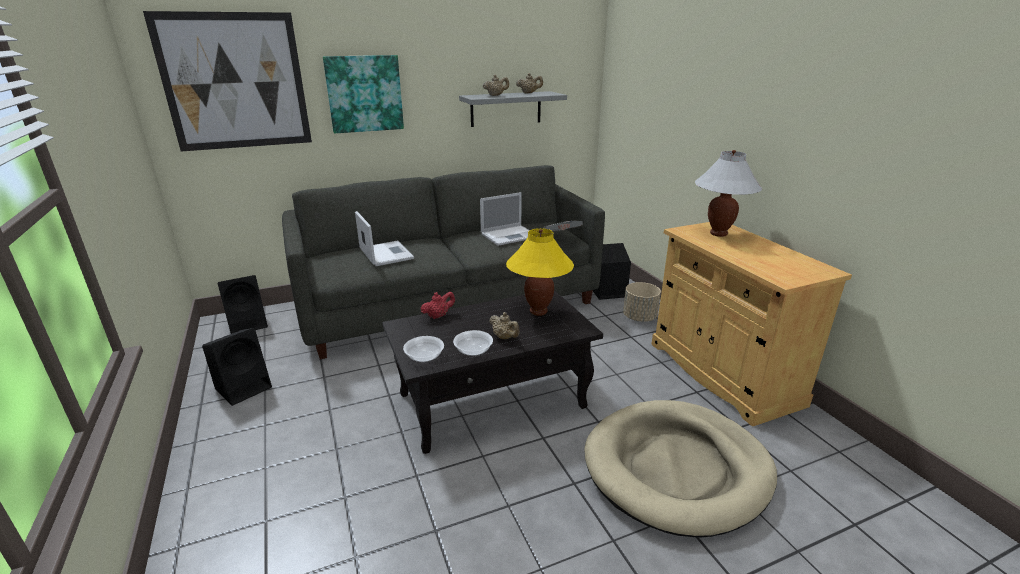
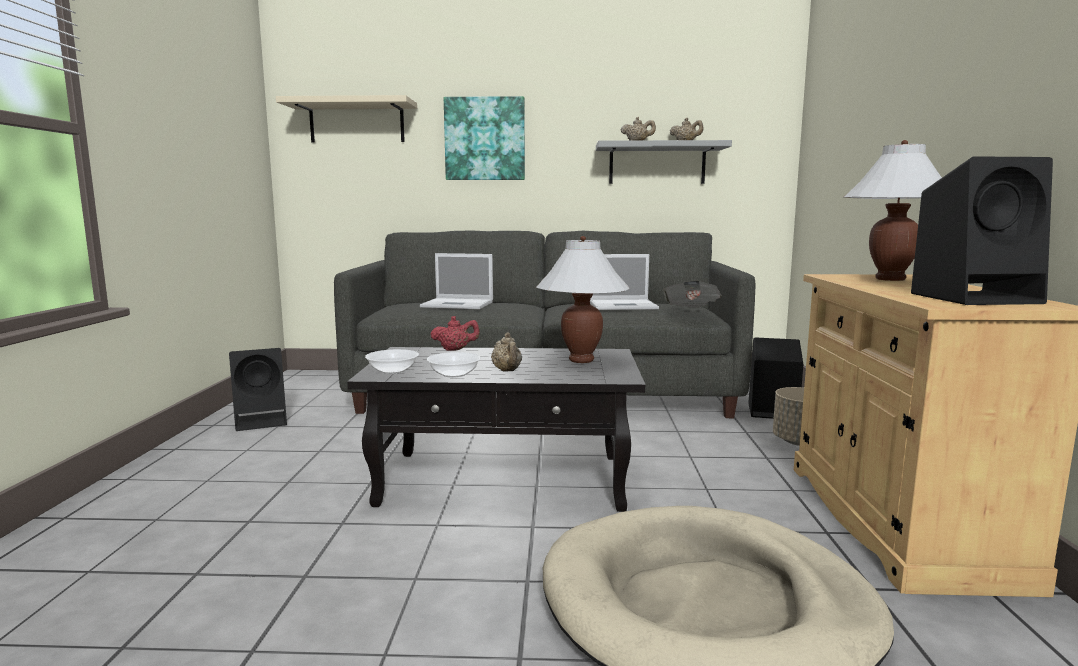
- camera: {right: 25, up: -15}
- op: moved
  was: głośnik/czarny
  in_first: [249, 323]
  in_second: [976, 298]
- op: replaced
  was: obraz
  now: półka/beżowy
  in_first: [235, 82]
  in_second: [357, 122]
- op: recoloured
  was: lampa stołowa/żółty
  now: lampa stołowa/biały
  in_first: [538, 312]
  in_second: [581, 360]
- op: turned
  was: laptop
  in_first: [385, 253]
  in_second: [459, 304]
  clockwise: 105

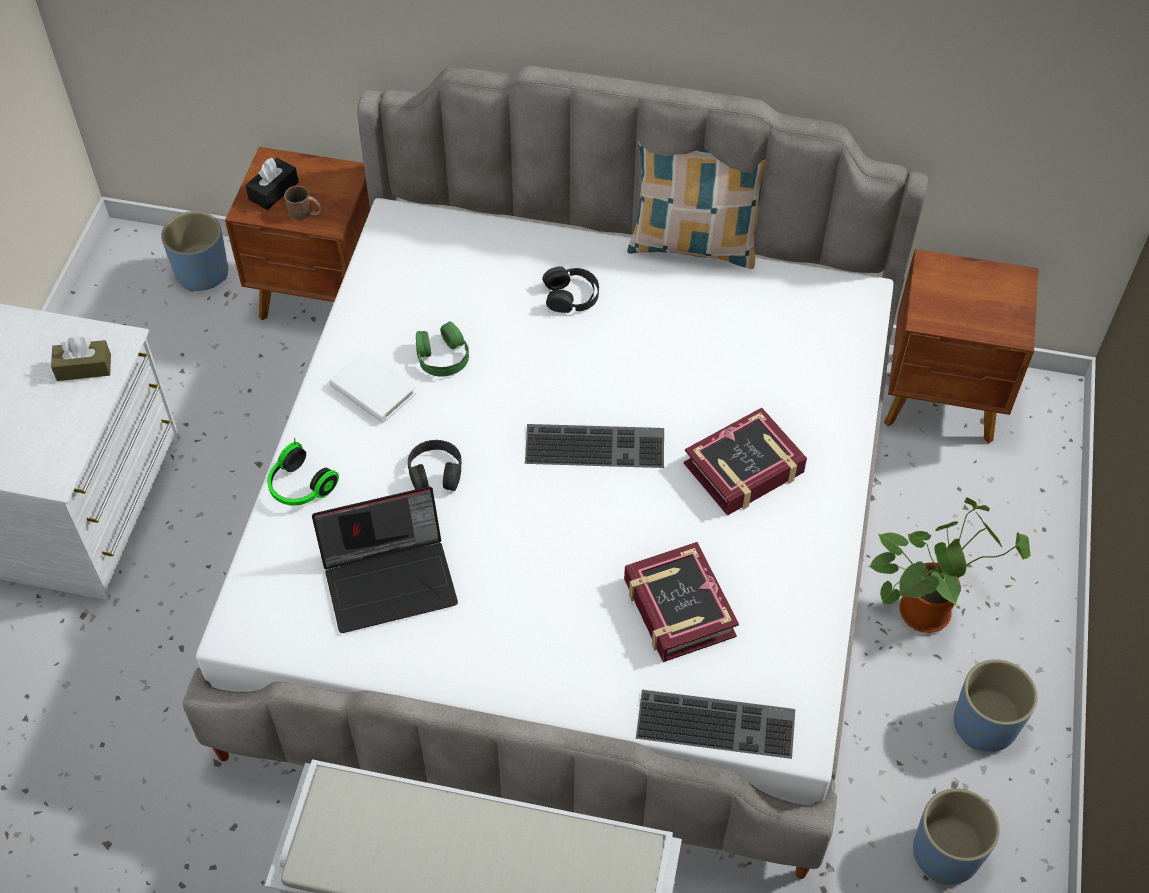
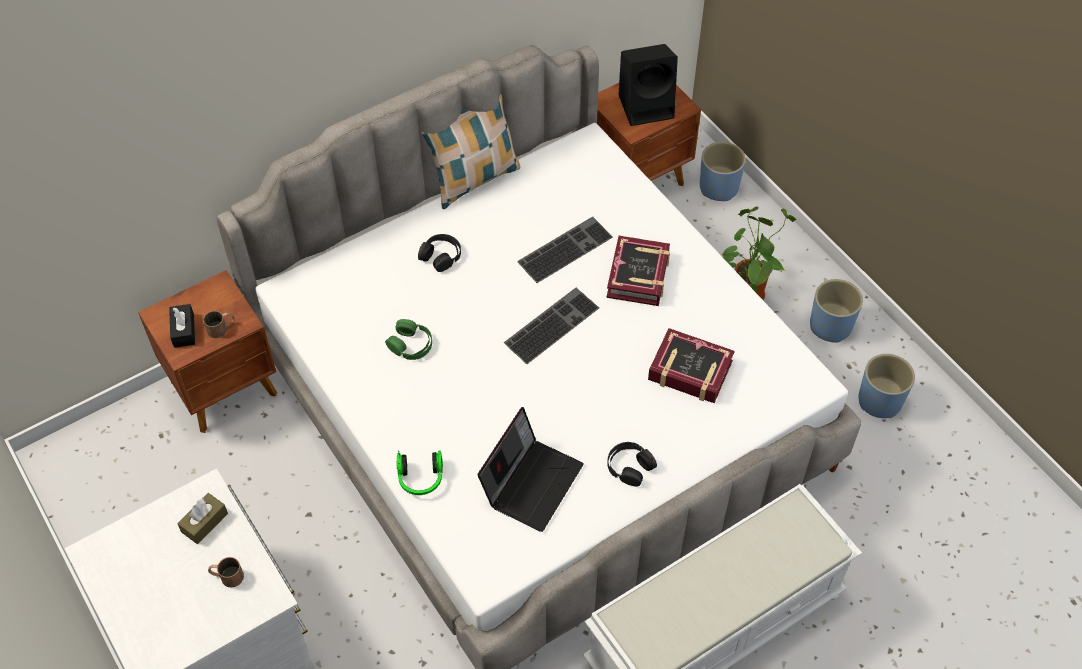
- camera: {right: -45, up: 0}
- op: removed
  was: książka/biały
  in_first: [373, 390]
- op: added
  now: kubek/brązowy
  in_second: [226, 576]
- op: added
  now: głośnik/czarny
  in_second: [647, 106]
- op: moved
  was: donica/niebieski
  in_first: [202, 272]
  in_second: [718, 187]
- op: moved
  was: słuchawki/czarny
  in_first: [435, 472]
  in_second: [629, 466]
- op: moved
  was: klawiatura
  in_first: [717, 722]
  in_second: [565, 248]

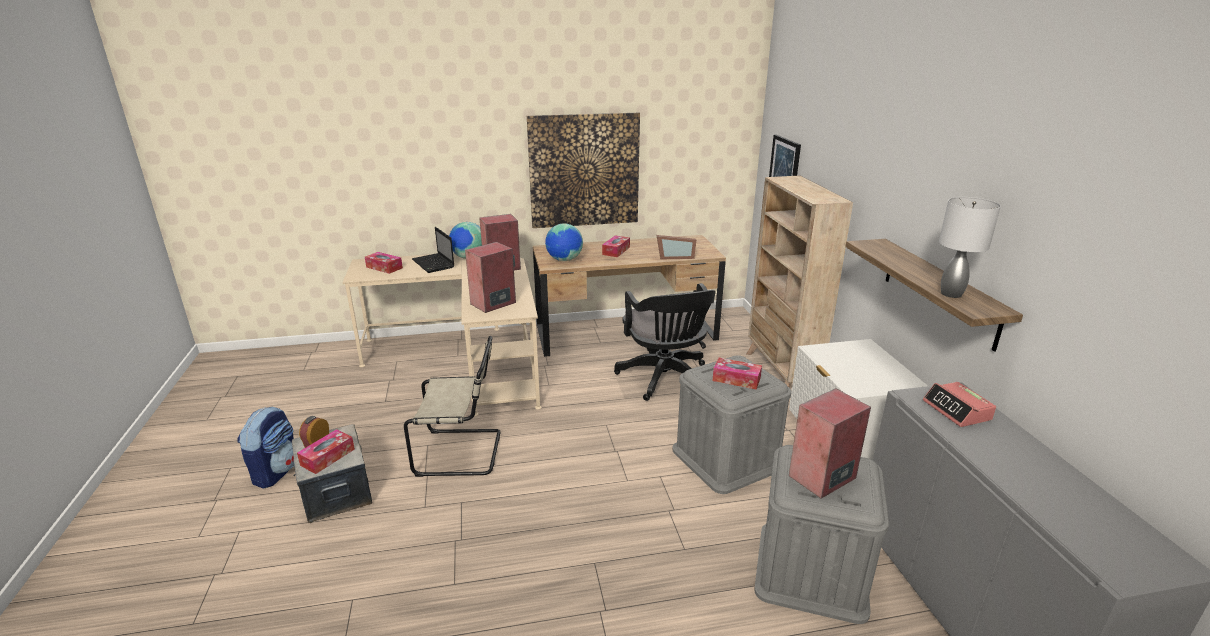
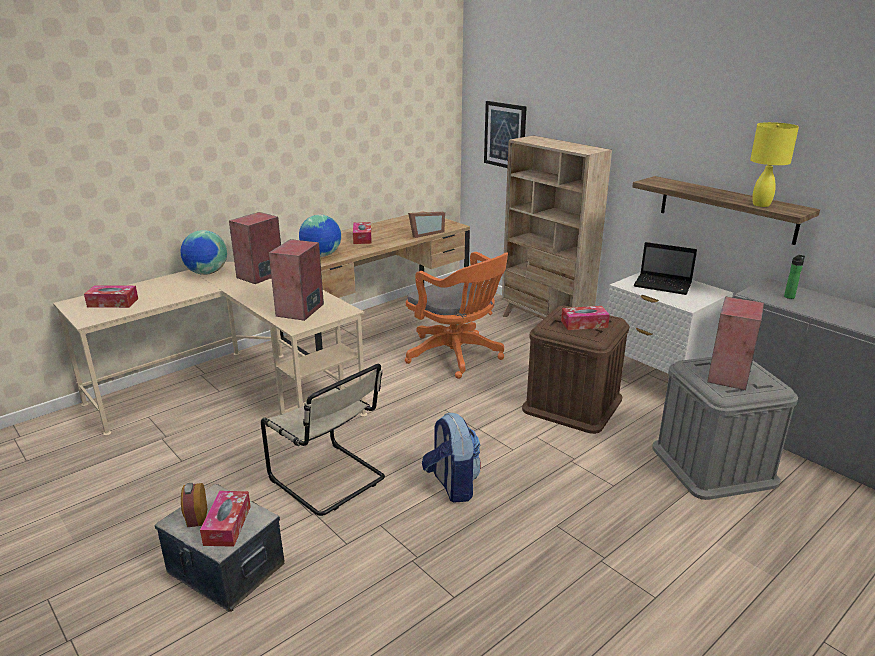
- camera: {right: -30, up: 0}
- op: removed
  was: obraz
  in_first: [584, 170]
- op: moved
  was: plecak
  in_first: [276, 471]
  in_second: [452, 485]
- op: moved
  was: laptop
  in_first: [434, 264]
  in_second: [664, 285]
- op: replaced
  was: budzik
  now: butelka
  in_first: [957, 411]
  in_second: [789, 296]
- op: recoloured
  was: krzesło biurowe/czarny
  now: krzesło biurowe/pomarańczowy
  in_first: [665, 379]
  in_second: [457, 356]
- op: recoloured
  was: pojemnik do przechowywania/szary
  now: pojemnik do przechowywania/brązowy
  in_first: [727, 458]
  in_second: [572, 404]
- op: recoloured
  was: lampa stołowa/szary
  now: lampa stołowa/żółty
  in_first: [952, 294]
  in_second: [761, 204]
- op: turned
  was: krzesło/beżowy
  in_first: [462, 452]
  in_second: [330, 480]
  clockwise: 75

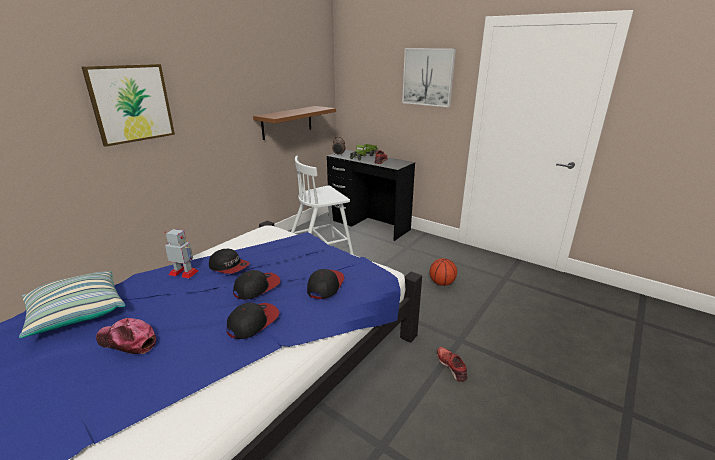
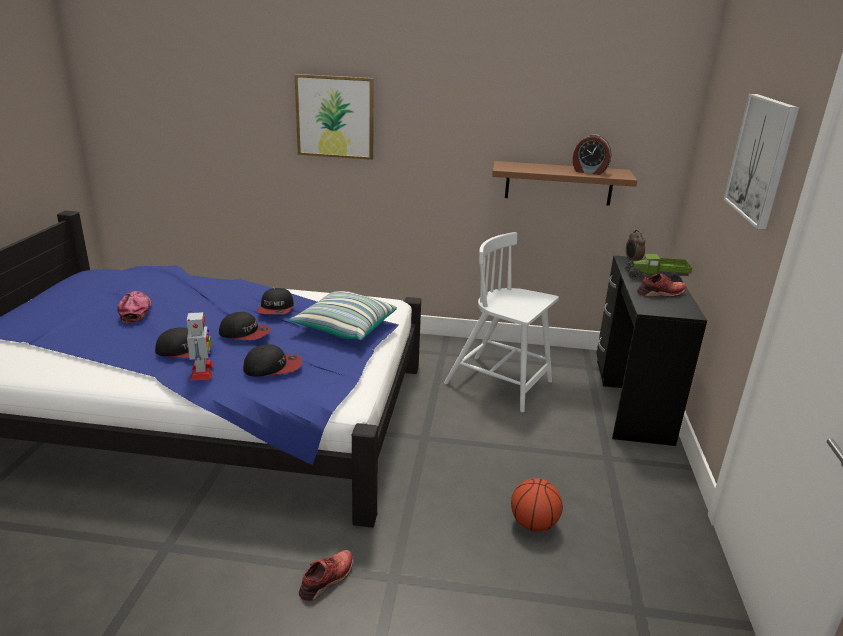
- camera: {right: 60, up: 0}
- op: added
  now: budzik
  in_second: [589, 172]
- op: moved
  was: poduszka
  in_first: [77, 313]
  in_second: [344, 328]
- op: moved
  was: robot zabawkowy
  in_first: [184, 273]
  in_second: [202, 371]

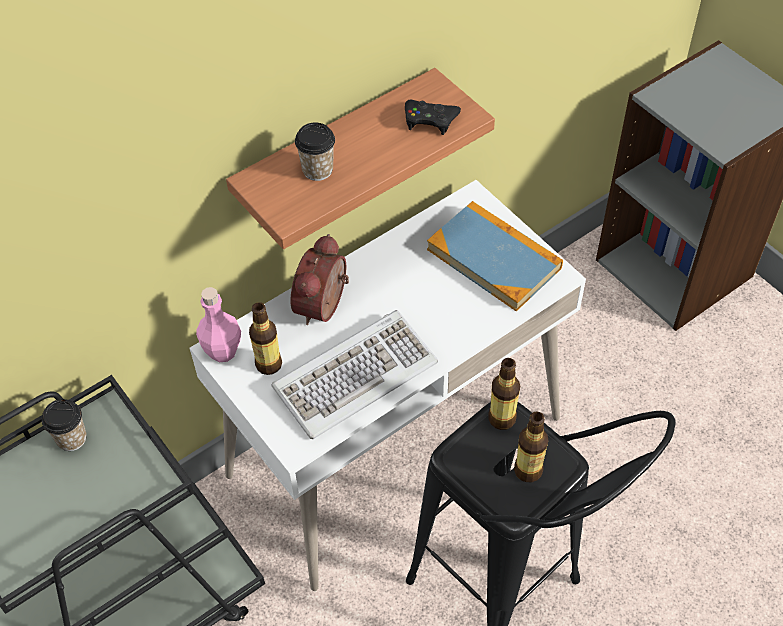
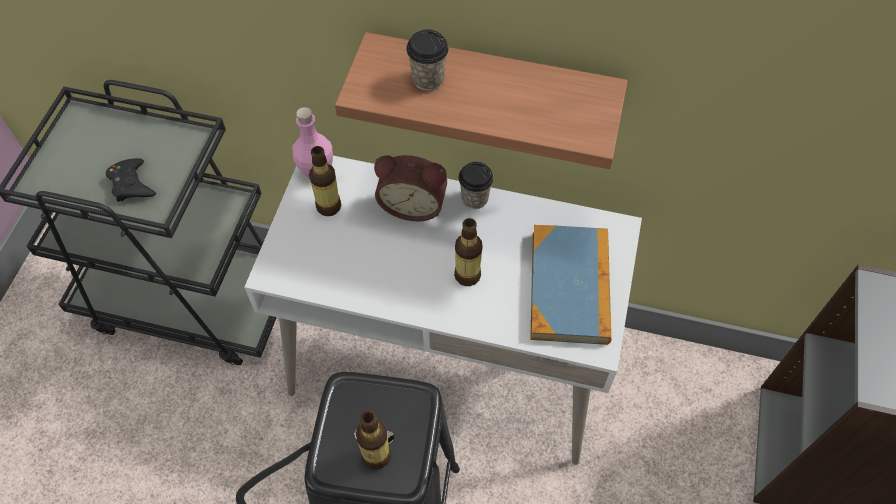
- camera: {right: 50, up: 5}
- op: removed
  was: klawiatura
  in_first: [355, 375]
- op: moved
  was: filiżanka
  in_first: [71, 438]
  in_second: [474, 198]
- op: moved
  was: pad do gier/czarny
  in_first: [430, 120]
  in_second: [131, 184]
- op: moved
  was: butelka
  in_first: [501, 418]
  in_second: [467, 275]
- op: turned
  was: budzik
  in_first: [325, 306]
  in_second: [413, 204]
  clockwise: -150

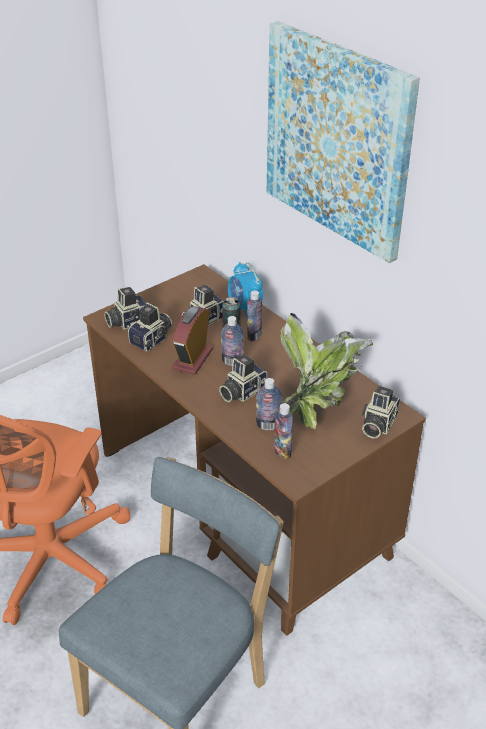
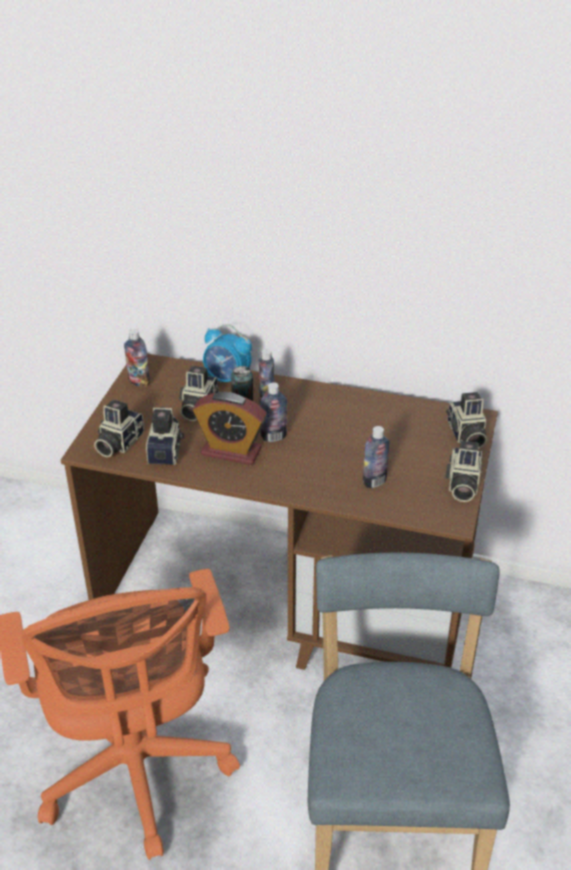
- camera: {right: -35, up: 0}
- op: removed
  was: obraz
  in_first: [338, 140]
- op: removed
  was: roślina doniczkowa
  in_first: [320, 400]
- op: moved
  was: aparat fotograficzny
  in_first: [241, 391]
  in_second: [461, 485]
- op: moved
  was: butelka
  in_first: [282, 451]
  in_second: [139, 382]
- op: turned
  was: budzik
  in_first: [192, 359]
  in_second: [231, 451]
  clockwise: -60

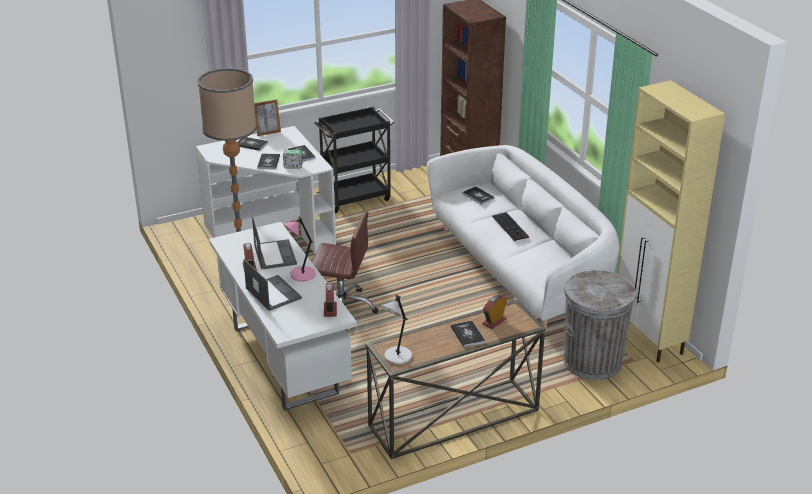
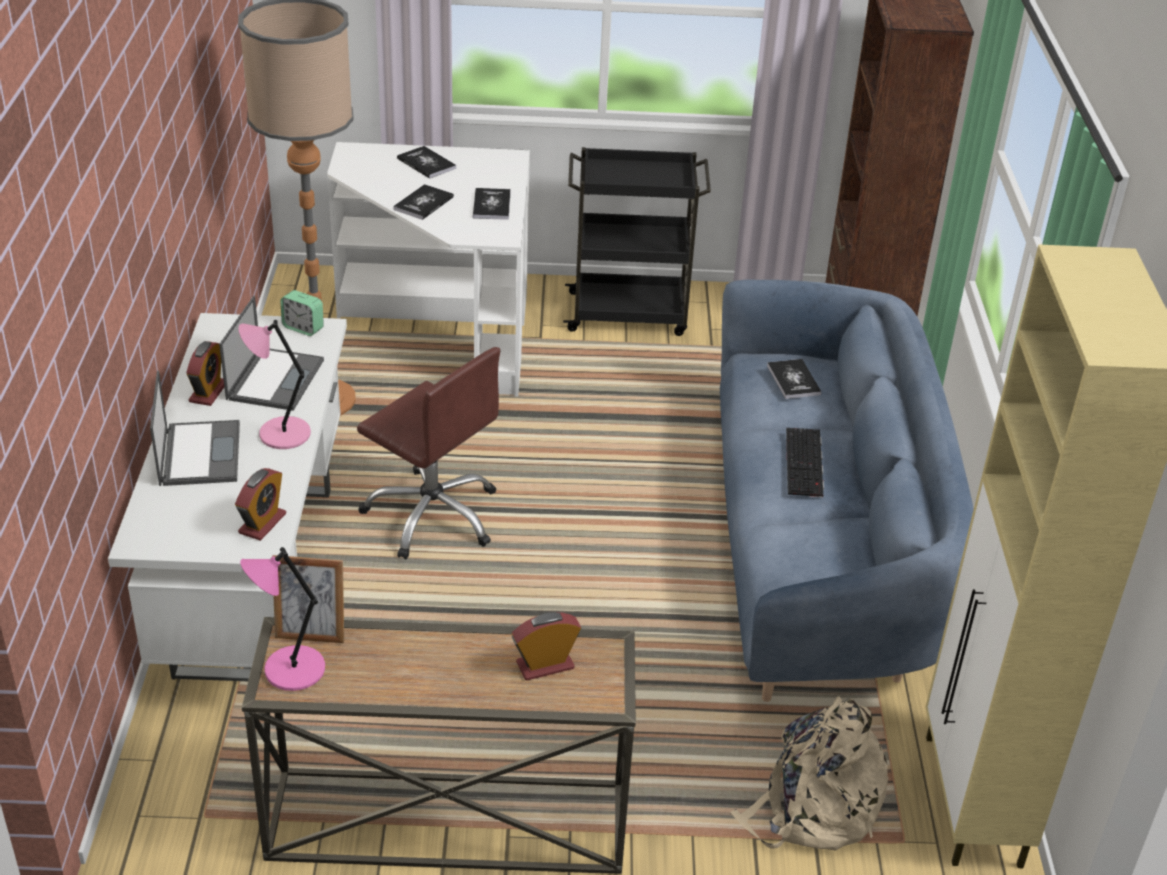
- camera: {right: 25, up: 5}
- op: removed
  was: książka
  in_first: [467, 334]
- op: moved
  was: ramka na zdjęcie
  in_first: [268, 132]
  in_second: [311, 633]
- op: moved
  was: budzik
  in_first: [293, 166]
  in_second: [303, 328]
- op: replaced
  was: kosz na śmieci/szary
  now: plecak/beżowy
  in_first: [592, 362]
  in_second: [812, 808]
- op: recoloured
  was: lampa stołowa/szary
  now: lampa stołowa/różowy
  in_first: [397, 357]
  in_second: [291, 671]
- op: recoloured
  was: kanapa/biały
  now: kanapa/niebieski
  in_first: [520, 269]
  in_second: [818, 551]

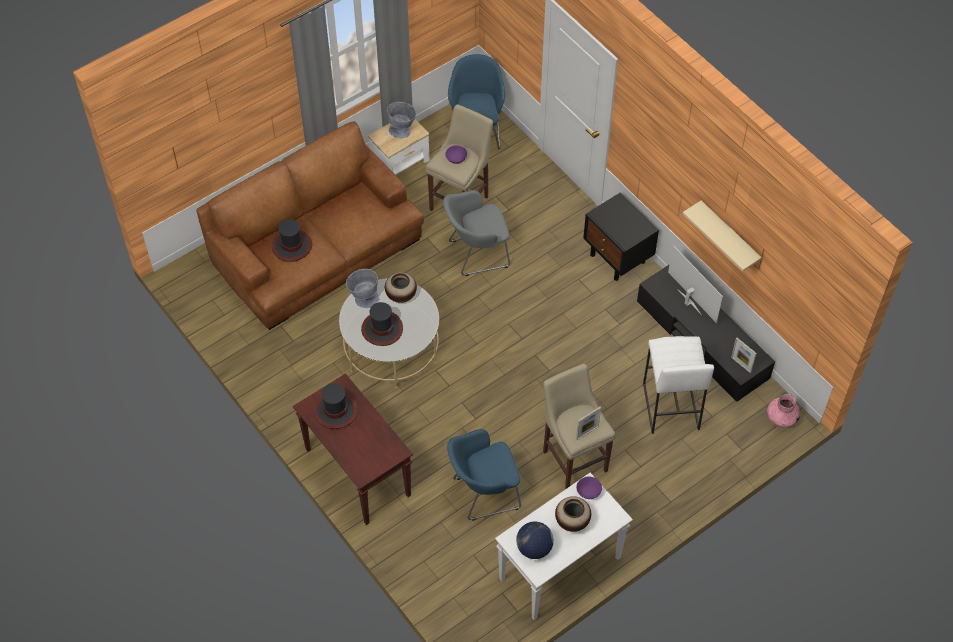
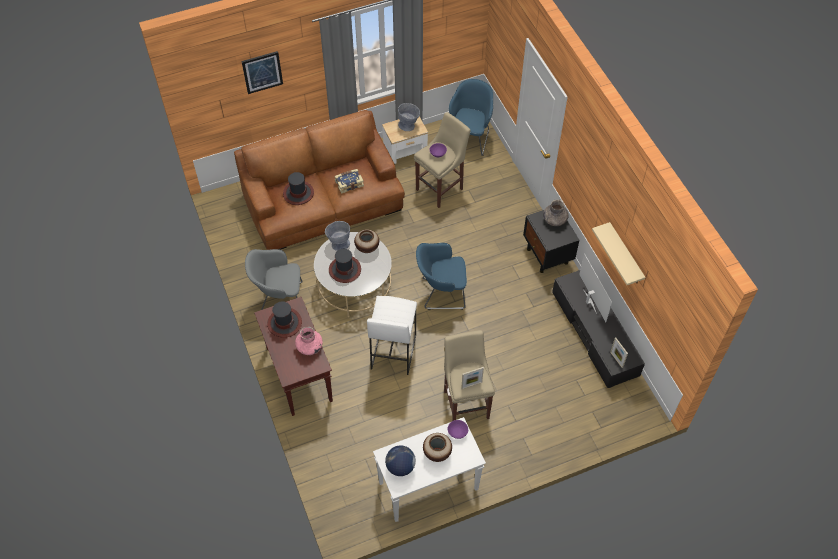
- camera: {right: 15, up: 0}
- op: added
  now: obraz
  in_second: [262, 72]
- op: added
  now: książka
  in_second: [349, 183]
- op: added
  now: wazon/szary
  in_second: [554, 219]
- op: moved
  was: fotel/szary
  in_first: [476, 254]
  in_second: [279, 299]
- op: moved
  was: fotel/niebieski
  in_first: [483, 493]
  in_second: [441, 293]
- op: moved
  was: stołek/biały
  in_first: [670, 406]
  in_second: [393, 351]
- op: moved
  was: wazon/różowy
  in_first: [781, 417]
  in_second: [309, 346]

